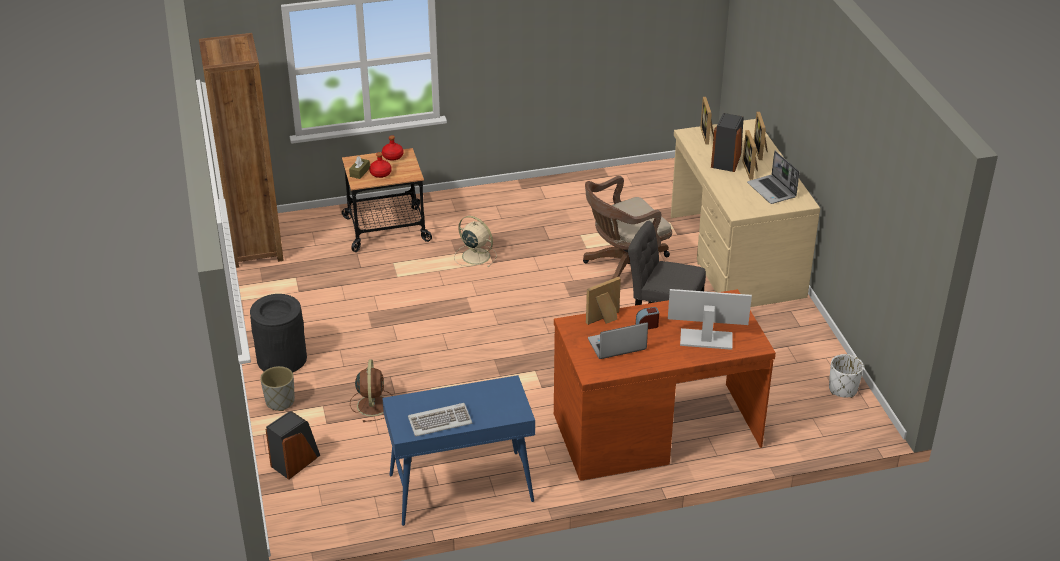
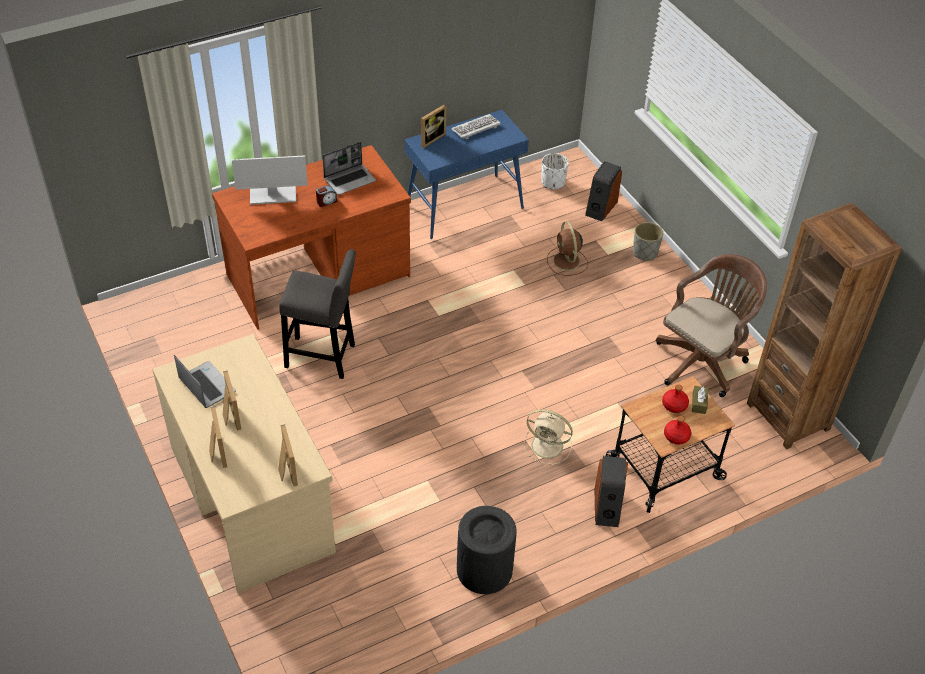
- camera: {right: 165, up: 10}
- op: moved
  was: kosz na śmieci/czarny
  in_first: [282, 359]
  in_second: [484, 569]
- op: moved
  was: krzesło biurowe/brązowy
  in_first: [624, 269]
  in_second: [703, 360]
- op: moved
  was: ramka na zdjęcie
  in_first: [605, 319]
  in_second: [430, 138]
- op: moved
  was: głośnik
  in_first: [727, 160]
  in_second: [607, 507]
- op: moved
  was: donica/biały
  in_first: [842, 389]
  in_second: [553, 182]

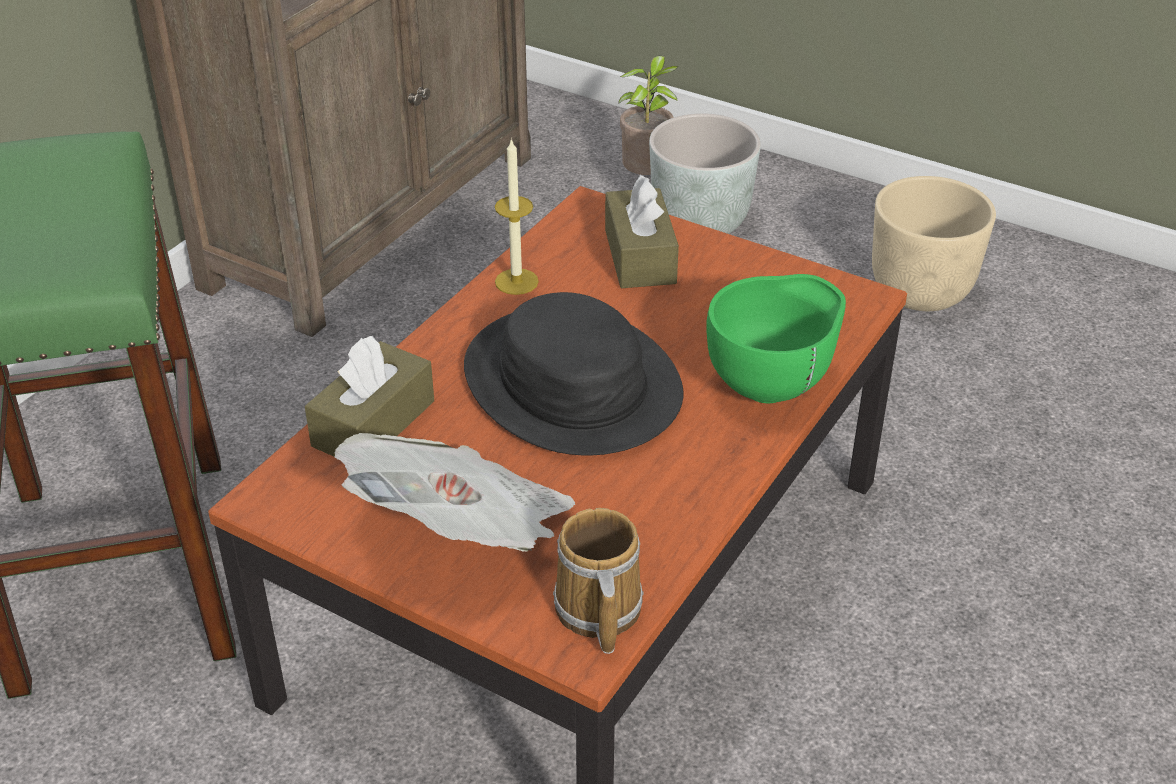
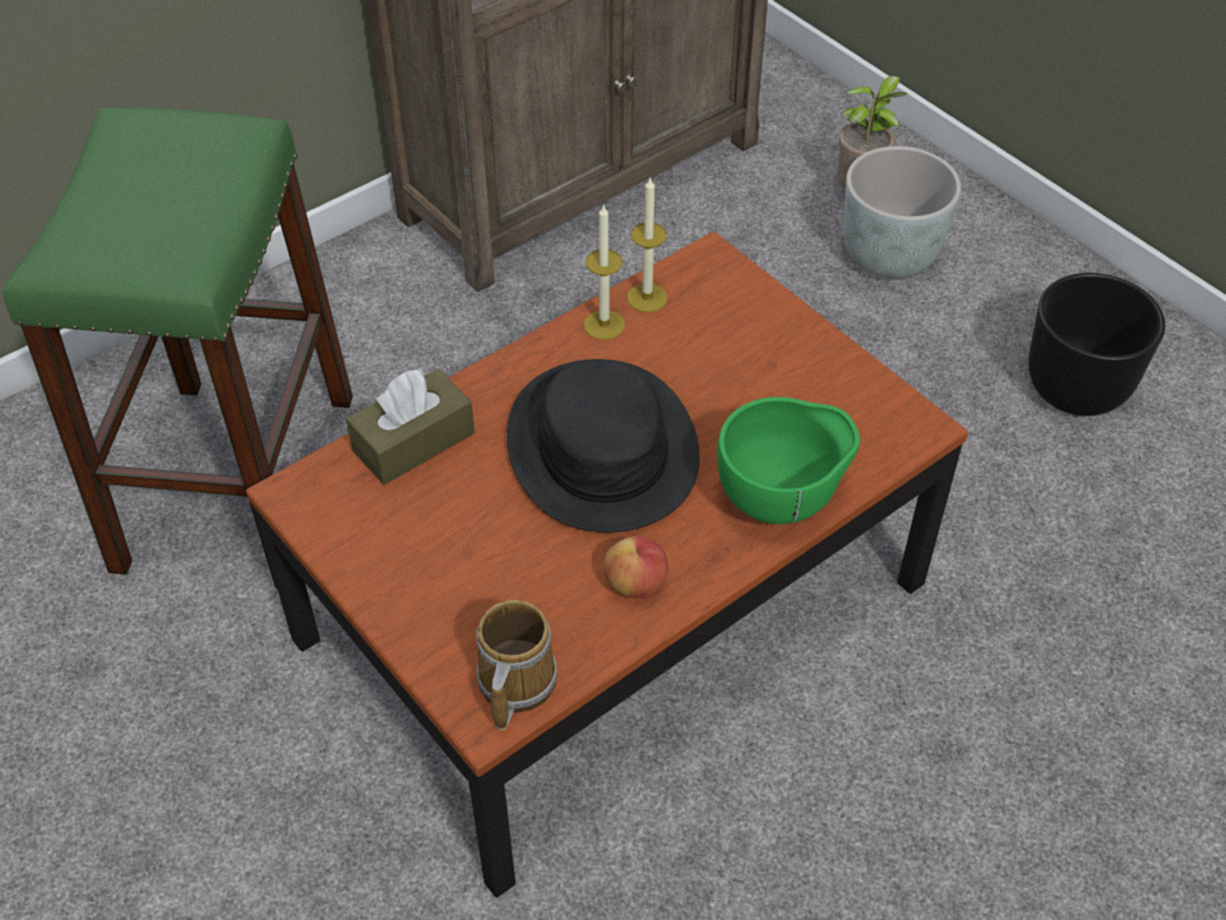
- camera: {right: 20, up: 10}
- op: removed
  was: gazeta
  in_first: [464, 533]
- op: removed
  was: pudełko chusteczek/brązowy
  in_first: [640, 256]
- op: added
  now: jabłko
  in_second: [636, 584]
- op: added
  now: świeca
  in_second: [647, 298]
- op: recoloured
  was: donica/beżowy
  now: donica/czarny
  in_first: [922, 293]
  in_second: [1077, 390]

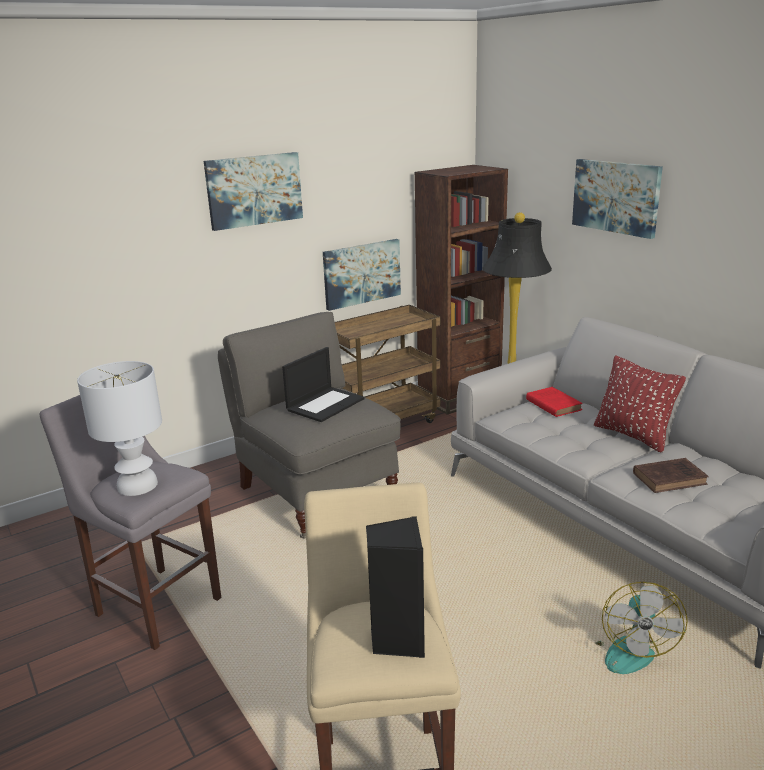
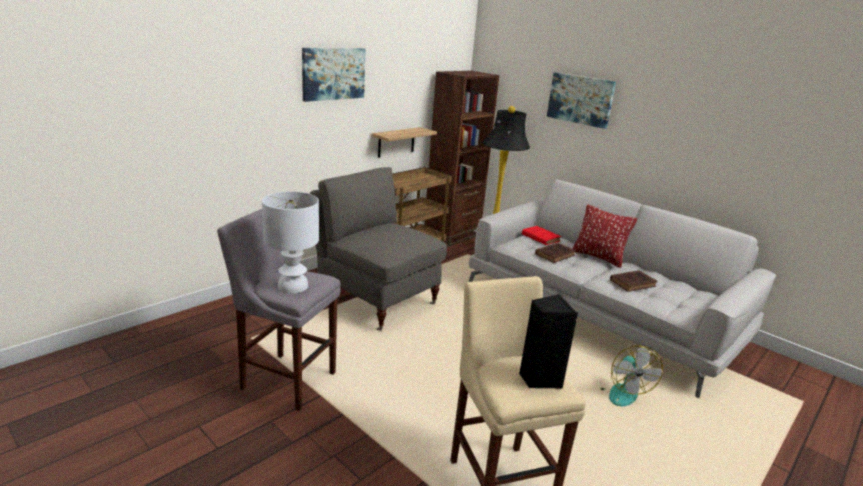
- camera: {right: -15, up: 0}
- op: removed
  was: laptop
  in_first: [325, 404]
- op: added
  now: książka/brązowy
  in_second: [555, 254]
- op: replaced
  was: obraz
  now: półka
  in_first: [361, 273]
  in_second: [396, 142]

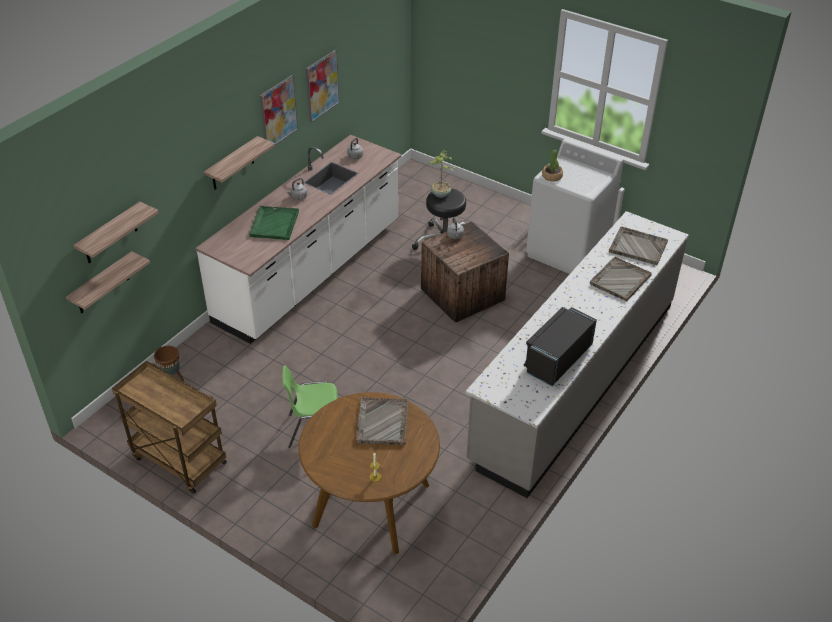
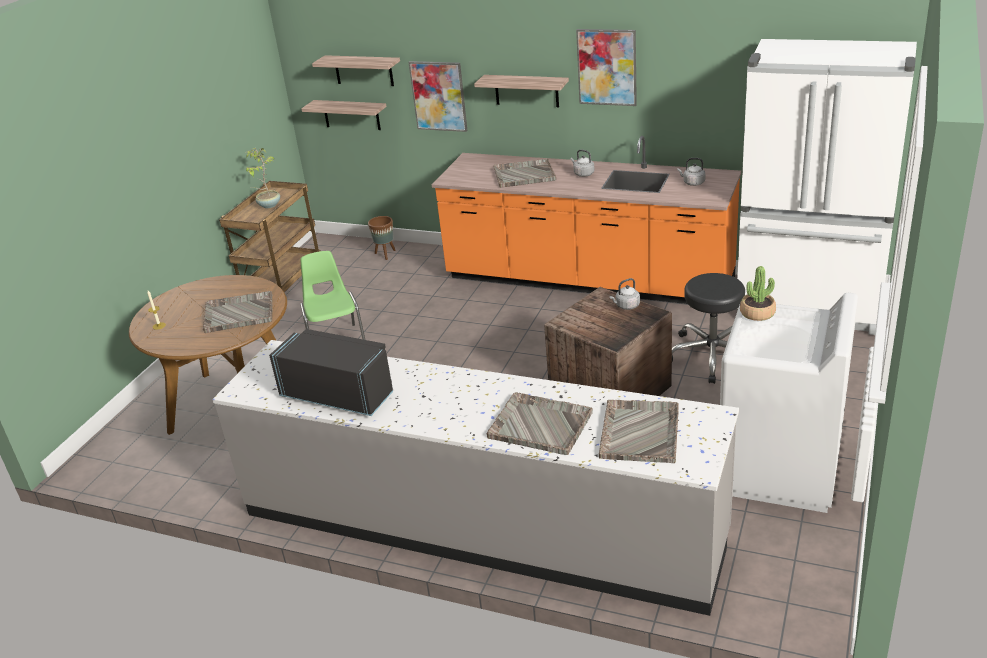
- camera: {right: 80, up: -10}
- op: added
  now: lodówka/biały
  in_second: [809, 307]
- op: moved
  was: obraz
  in_first: [322, 85]
  in_second: [438, 96]
- op: moved
  was: roślina doniczkowa
  in_first: [440, 194]
  in_second: [268, 205]
- op: recoloured
  was: zabudowa kuchenna/biały
  now: zabudowa kuchenna/pomarańczowy
  in_first: [310, 272]
  in_second: [588, 280]
- op: recoloured
  was: taca/zielony
  now: taca/szary
  in_first: [274, 224]
  in_second: [523, 175]

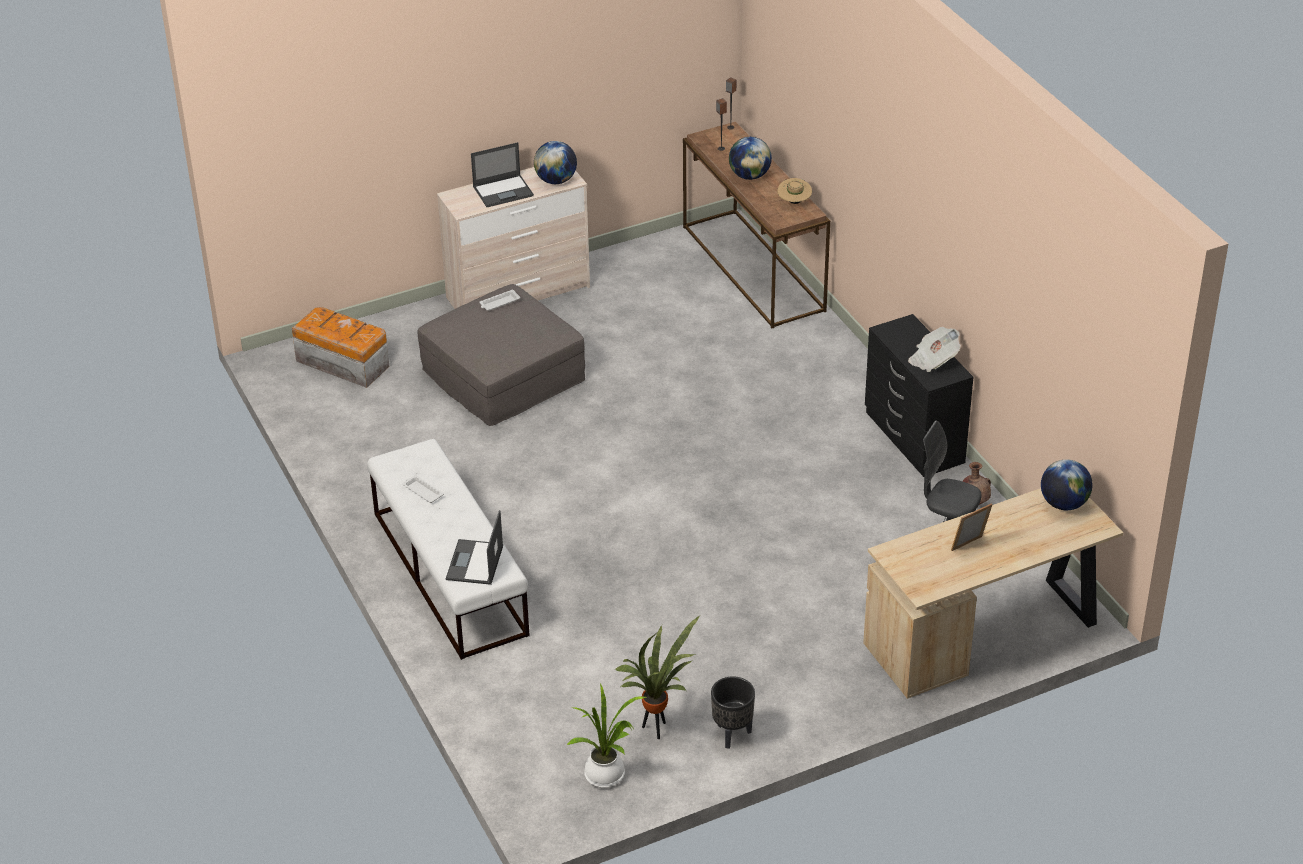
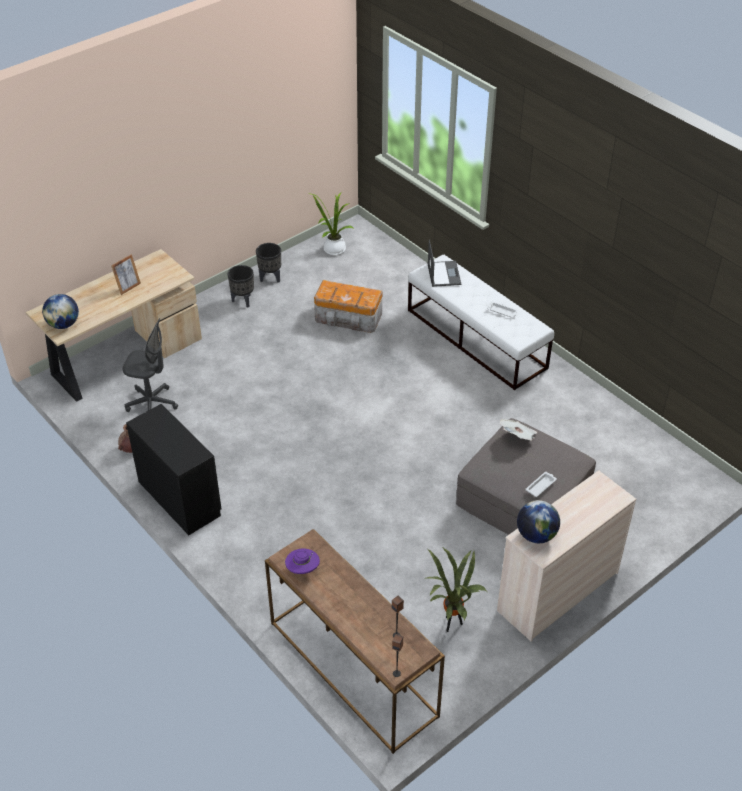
- camera: {right: 165, up: 5}
- op: removed
  was: laptop
  in_first: [503, 191]
- op: removed
  was: globus
  in_first: [749, 176]
- op: added
  now: donica/czarny
  in_second: [243, 301]
- op: moved
  was: pojemnik do przechowywania
  in_first: [343, 362]
  in_second: [349, 318]
- op: moved
  was: roślina doniczkowa
  in_first: [657, 729]
  in_second: [450, 624]
- op: moved
  was: gazeta
  in_first: [933, 360]
  in_second: [518, 436]
- op: recoloured
  was: kapelusz/beżowy
  now: kapelusz/fioletowy
  in_first: [794, 202]
  in_second: [302, 569]

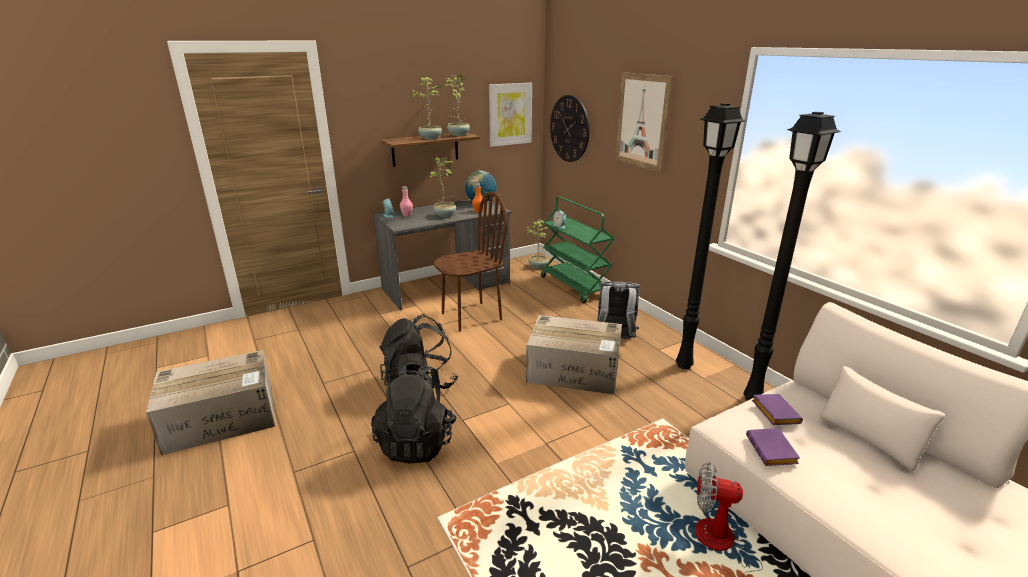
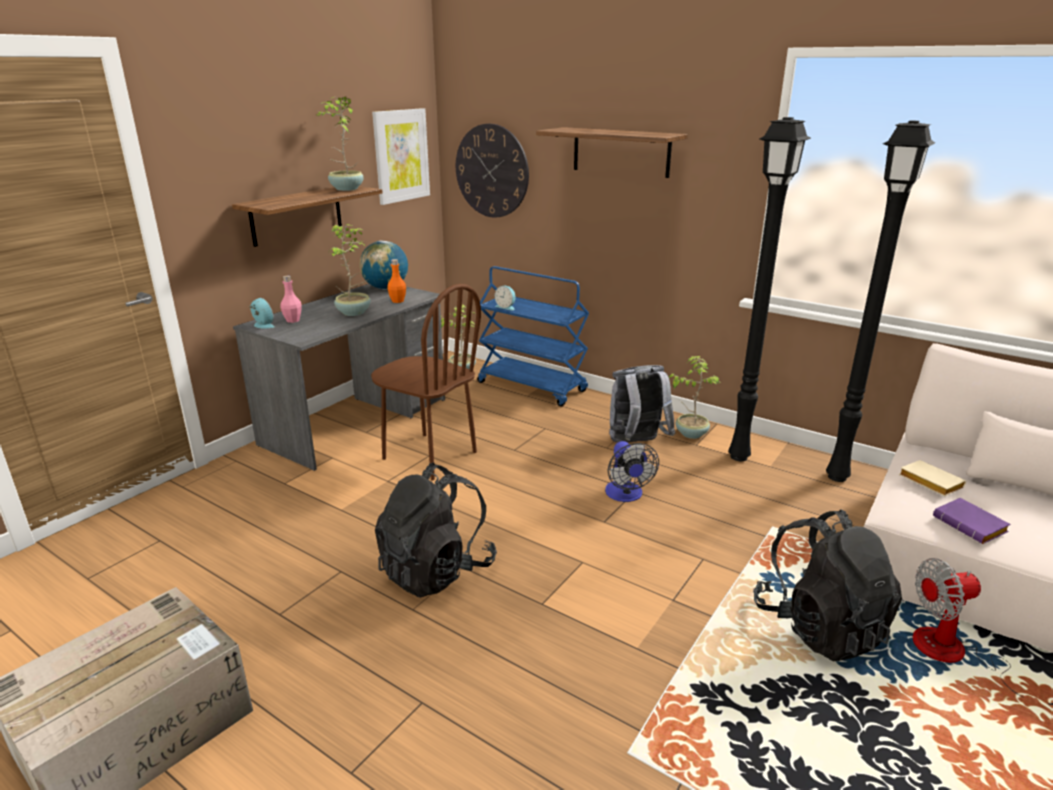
- camera: {right: -25, up: 0}
- op: moved
  was: plecak/czarny
  in_first: [417, 442]
  in_second: [819, 626]
- op: moved
  was: roślina doniczkowa
  in_first: [430, 138]
  in_second: [690, 433]
- op: replaced
  was: karton
  now: wentylator
  in_first: [575, 370]
  in_second: [626, 495]
- op: replaced
  was: obraz
  now: półka
  in_first: [642, 121]
  in_second: [621, 152]
- op: recoloured
  was: wózek/zielony
  now: wózek/niebieski
  in_first: [575, 286]
  in_second: [532, 387]
- op: recoloured
  was: książka/fioletowy
  now: książka/beżowy
  in_first: [773, 412]
  in_second: [928, 482]
- op: turned
  was: krzesło/brązowy
  in_first: [471, 316]
  in_second: [429, 456]
  clockwise: 90

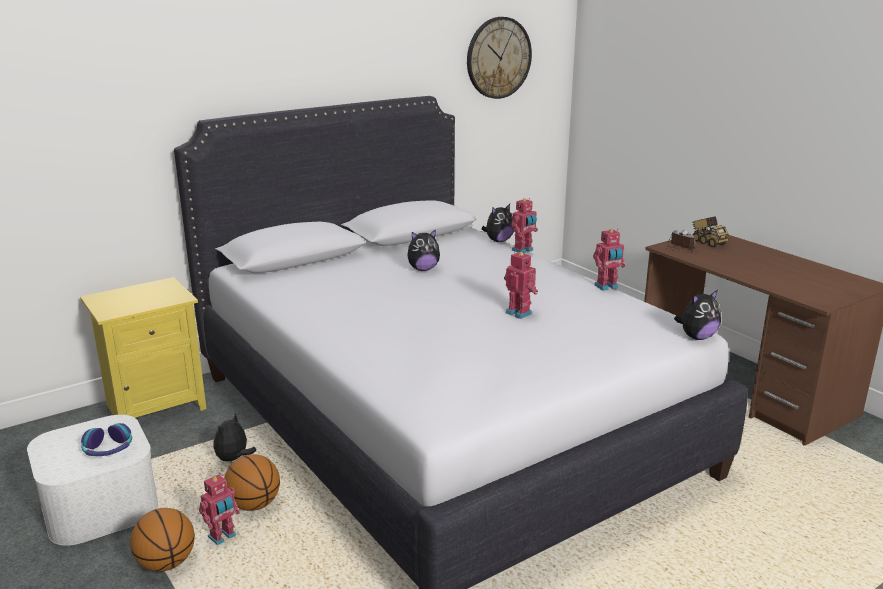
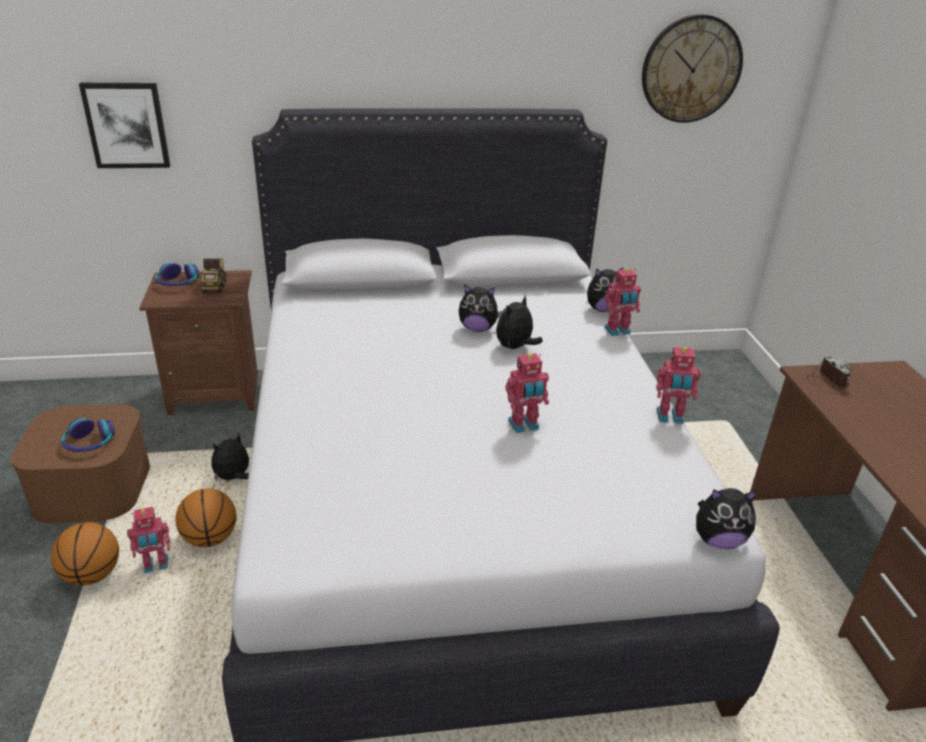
- camera: {right: 25, up: 10}
- op: added
  now: obraz
  in_second: [127, 125]
- op: added
  now: słuchawki
  in_second: [178, 283]
- op: added
  now: pluszak
  in_second: [515, 347]
- op: moved
  was: ciężarówka zabawkowa
  in_first: [707, 242]
  in_second: [215, 286]
- op: recoloured
  was: pojemnik do przechowywania/biały
  now: pojemnik do przechowywania/brązowy
  in_first: [99, 505]
  in_second: [92, 487]
- op: recoloured
  was: szafka nocna/żółty
  now: szafka nocna/brązowy
  in_first: [155, 406]
  in_second: [215, 393]
- op: turned
  was: robot zabawkowy
  in_first: [520, 313]
  in_second: [524, 426]
  clockwise: 90

